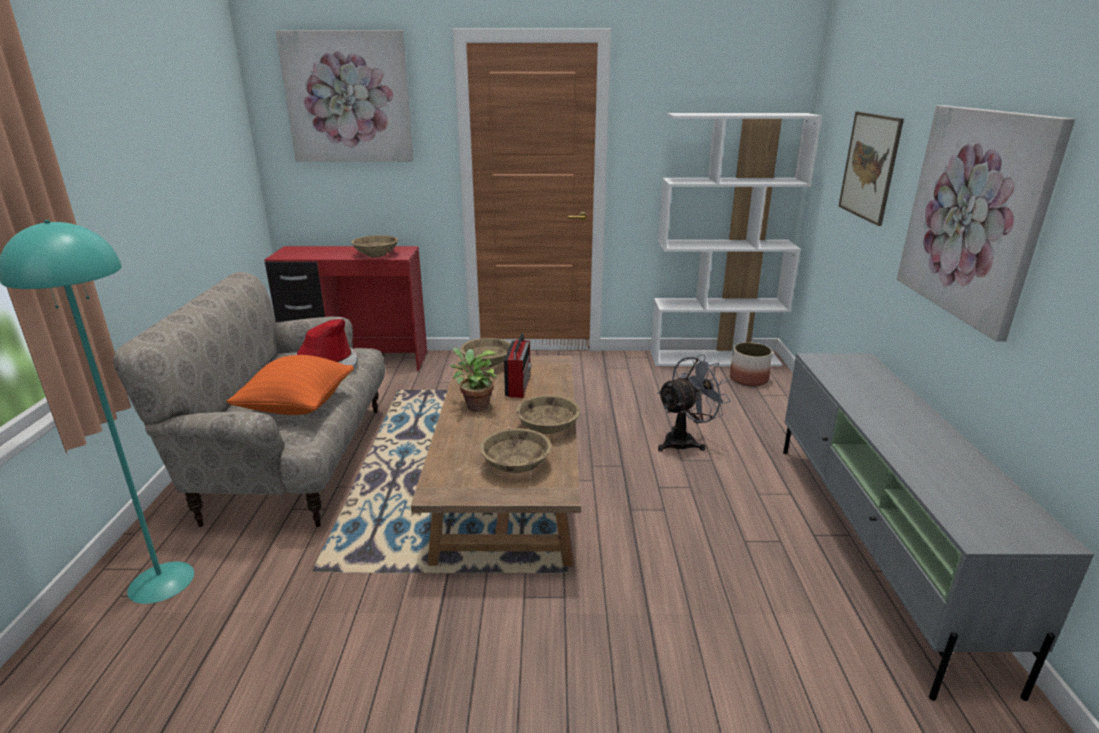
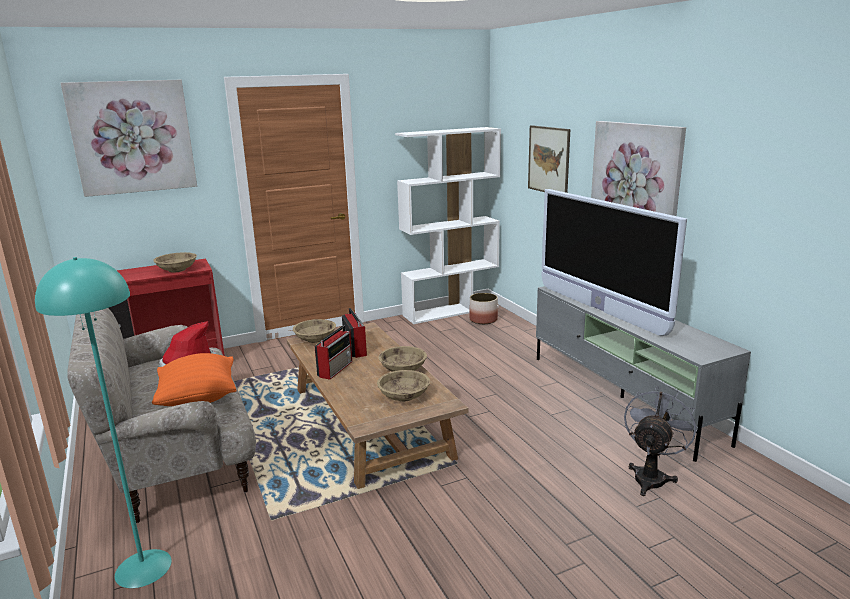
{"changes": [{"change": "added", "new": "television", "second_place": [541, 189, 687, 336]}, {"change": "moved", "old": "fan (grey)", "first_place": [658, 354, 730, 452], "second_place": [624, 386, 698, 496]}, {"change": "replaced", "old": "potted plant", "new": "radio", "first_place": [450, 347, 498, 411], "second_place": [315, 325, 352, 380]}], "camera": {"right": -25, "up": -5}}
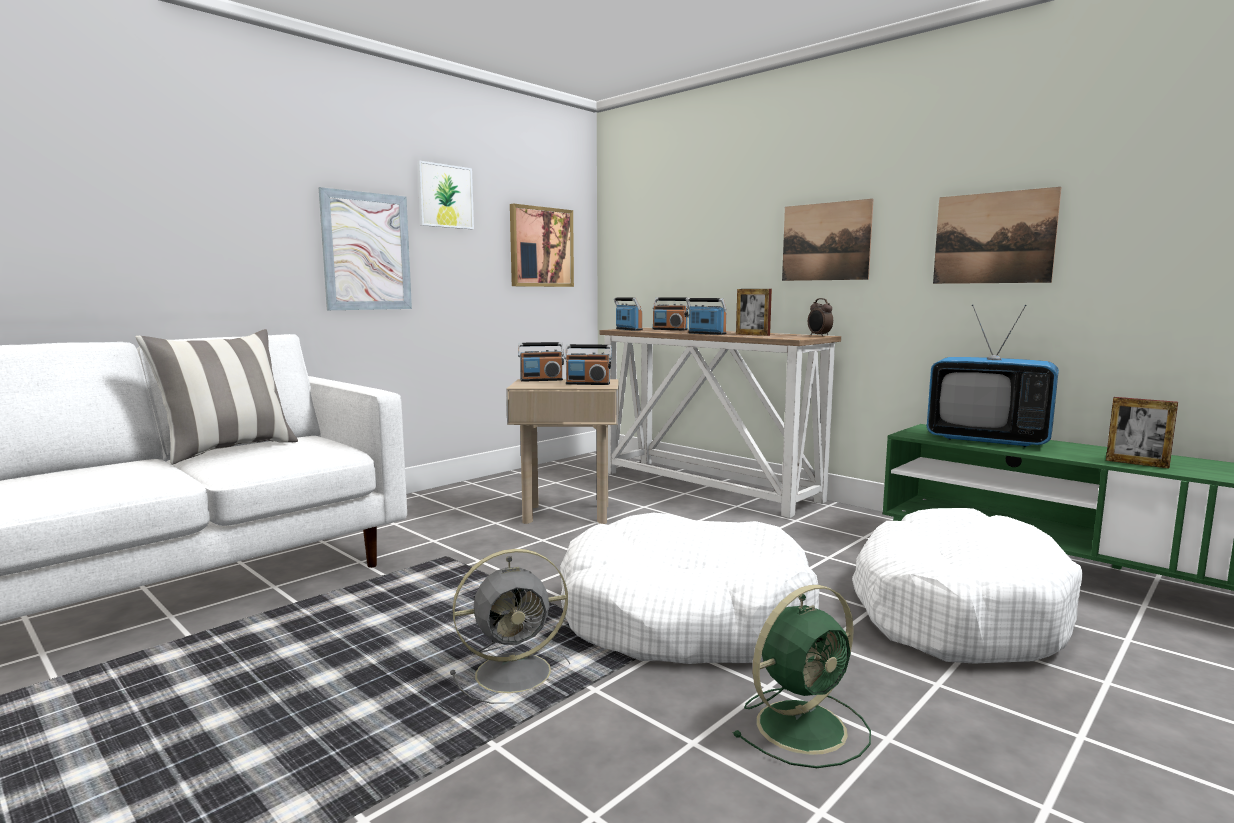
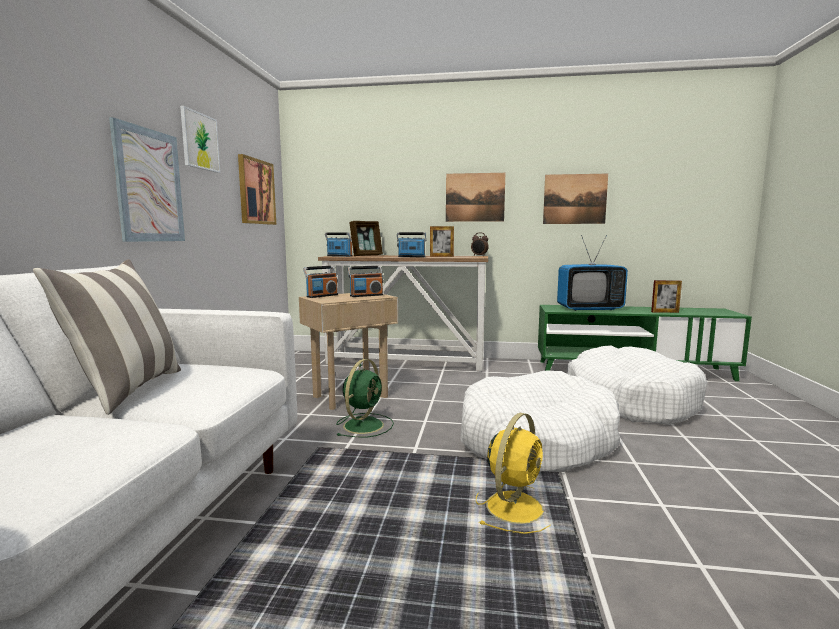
{"changes": [{"change": "moved", "old": "fan (green)", "first_place": [732, 585, 871, 768], "second_place": [336, 359, 394, 438]}, {"change": "replaced", "old": "radio", "new": "picture frame", "first_place": [652, 297, 688, 330], "second_place": [349, 221, 383, 256]}, {"change": "recoloured", "old": "fan (grey)", "new": "fan (yellow)", "first_place": [450, 549, 570, 704], "second_place": [476, 413, 551, 534]}], "camera": {"right": -35, "up": 0}}
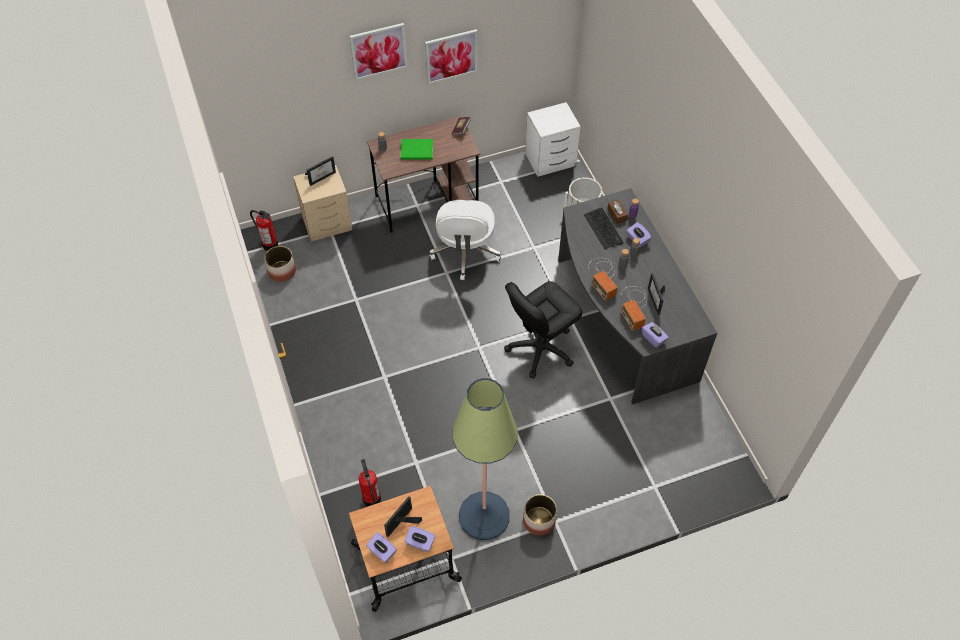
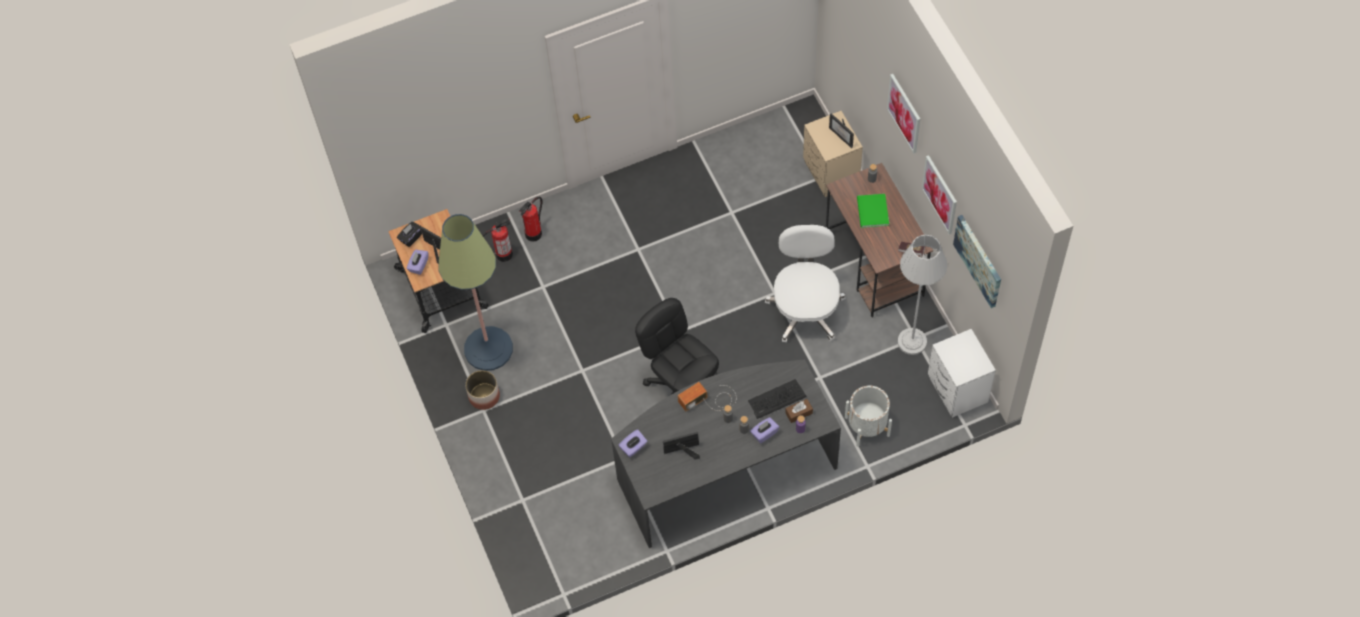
{"changes": [{"change": "removed", "old": "planter", "first_place": [264, 246, 296, 282]}, {"change": "removed", "old": "radio", "first_place": [621, 286, 647, 331]}, {"change": "added", "new": "floor lamp (grey)", "second_place": [898, 235, 947, 355]}, {"change": "added", "new": "picture", "second_place": [953, 215, 1001, 308]}, {"change": "moved", "old": "fire extinguisher", "first_place": [250, 210, 278, 251], "second_place": [519, 196, 543, 242]}, {"change": "recoloured", "old": "tissue box (purple)", "new": "tissue box (black)", "first_place": [366, 532, 397, 563], "second_place": [397, 222, 422, 247]}, {"change": "turned", "old": "office chair (white)", "first_place": [429, 200, 501, 280], "second_place": [765, 225, 845, 342], "degrees": 90}], "camera": {"right": 90, "up": 5}}
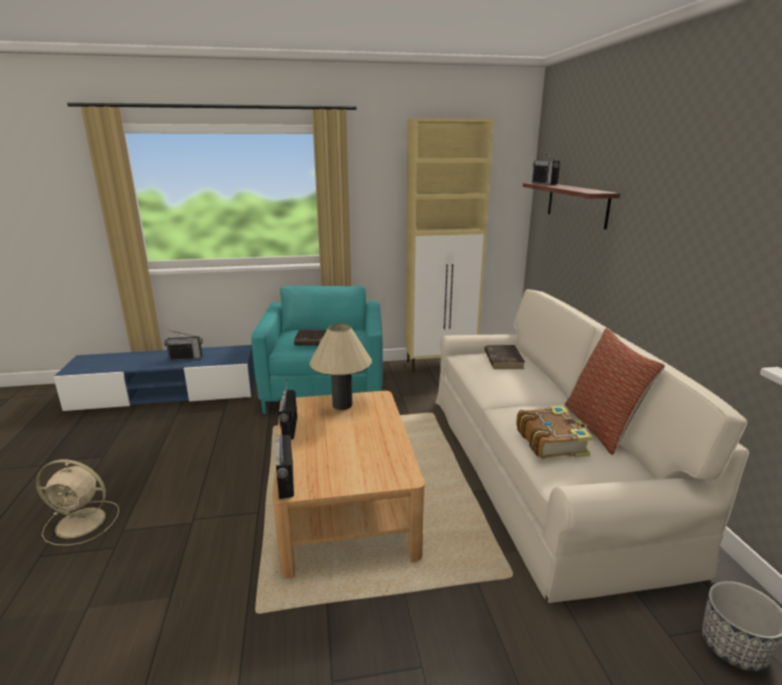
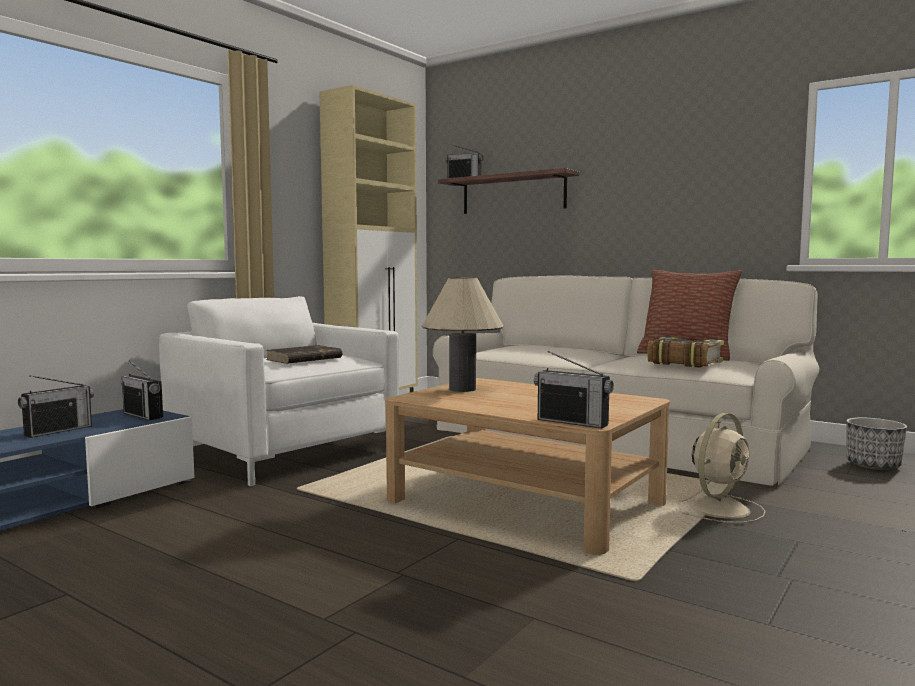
{"changes": [{"change": "removed", "old": "book (brown)", "first_place": [484, 345, 525, 369]}, {"change": "moved", "old": "fan (beige)", "first_place": [36, 459, 119, 546], "second_place": [679, 413, 766, 523]}, {"change": "moved", "old": "radio", "first_place": [279, 380, 297, 440], "second_place": [121, 360, 163, 421]}, {"change": "recoloured", "old": "armchair (turquoise)", "new": "armchair (white)", "first_place": [251, 286, 383, 414], "second_place": [159, 296, 399, 486]}], "camera": {"right": -45, "up": -15}}
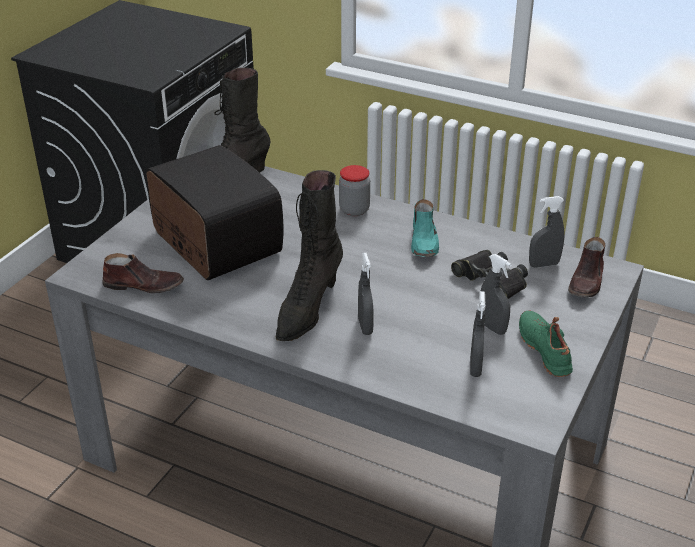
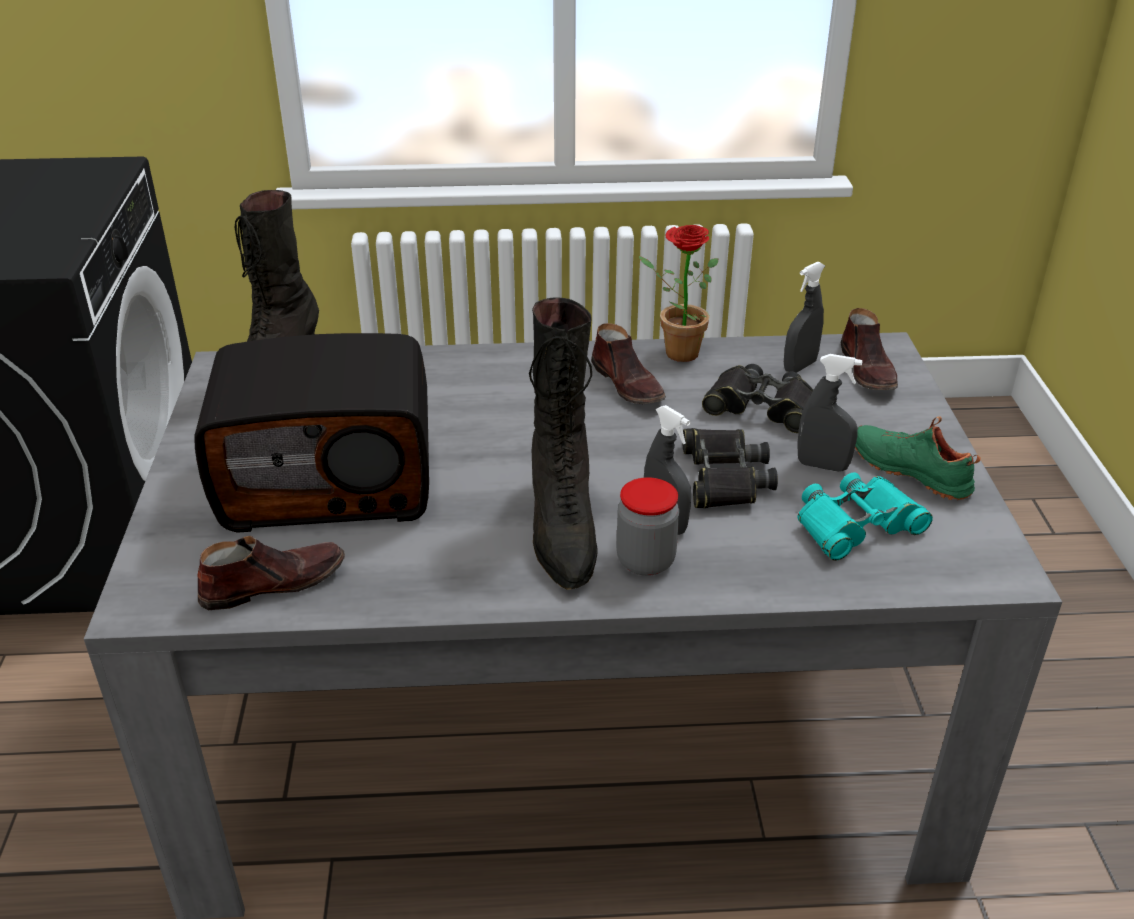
{"changes": [{"change": "added", "new": "potted plant", "second_place": [639, 225, 719, 362]}, {"change": "added", "new": "binoculars (black)", "second_place": [682, 428, 778, 508]}, {"change": "moved", "old": "jar", "first_place": [339, 165, 370, 216], "second_place": [616, 477, 679, 576]}, {"change": "replaced", "old": "spray bottle (grey)", "new": "binoculars (turquoise)", "first_place": [470, 291, 486, 377], "second_place": [797, 472, 933, 561]}, {"change": "recoloured", "old": "shoe (turquoise)", "new": "shoe (brown)", "first_place": [411, 199, 439, 257], "second_place": [591, 323, 666, 404]}, {"change": "turned", "old": "radio", "first_place": [146, 145, 283, 280], "second_place": [194, 333, 429, 533], "degrees": 150}], "camera": {"right": -30, "up": 0}}
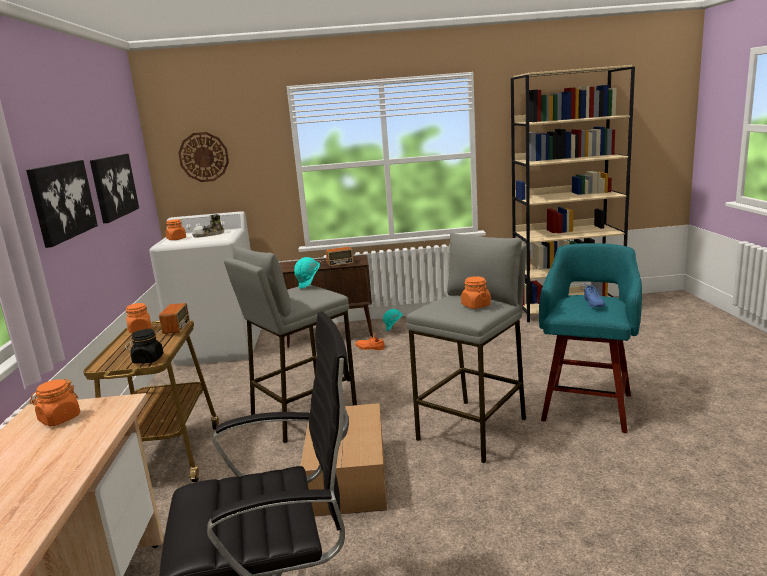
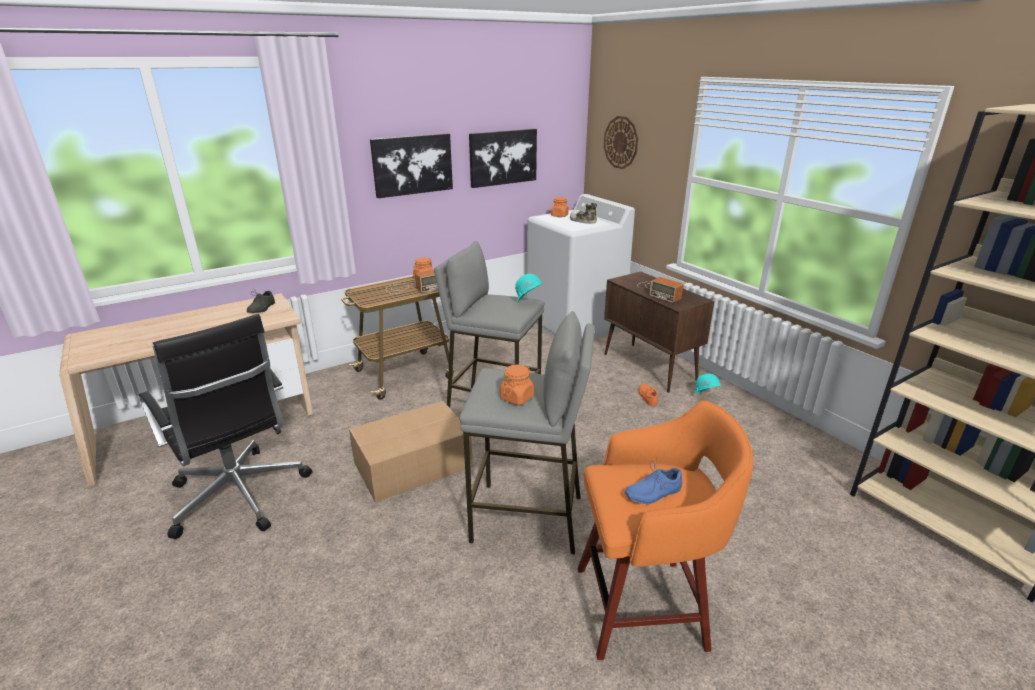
{"changes": [{"change": "removed", "old": "jar (black)", "first_place": [130, 329, 164, 364]}, {"change": "replaced", "old": "jar (orange)", "new": "shoe (grey)", "first_place": [30, 379, 80, 426], "second_place": [247, 288, 275, 313]}, {"change": "recoloured", "old": "stool (turquoise)", "new": "stool (orange)", "first_place": [539, 243, 642, 433], "second_place": [578, 400, 753, 660]}], "camera": {"right": 60, "up": 10}}
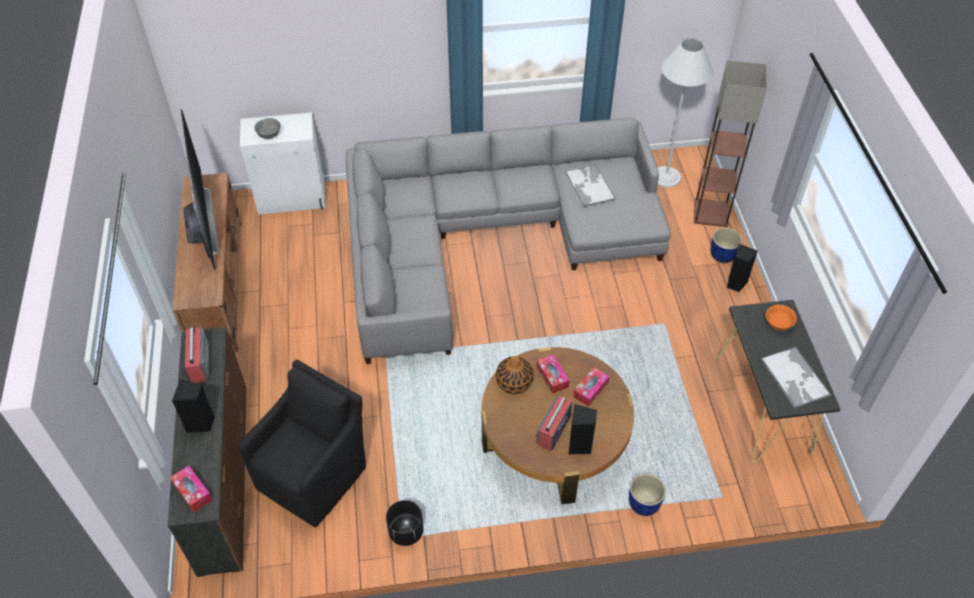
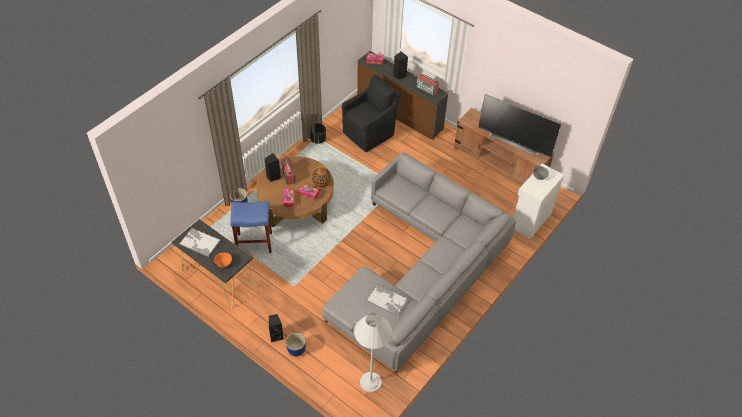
{"changes": [{"change": "removed", "old": "floor lamp", "first_place": [694, 60, 767, 227]}, {"change": "added", "new": "stool (blue)", "second_place": [231, 201, 272, 253]}, {"change": "turned", "old": "armchair (black)", "first_place": [238, 360, 366, 527], "second_place": [342, 74, 400, 152], "degrees": -120}], "camera": {"right": 135, "up": 0}}
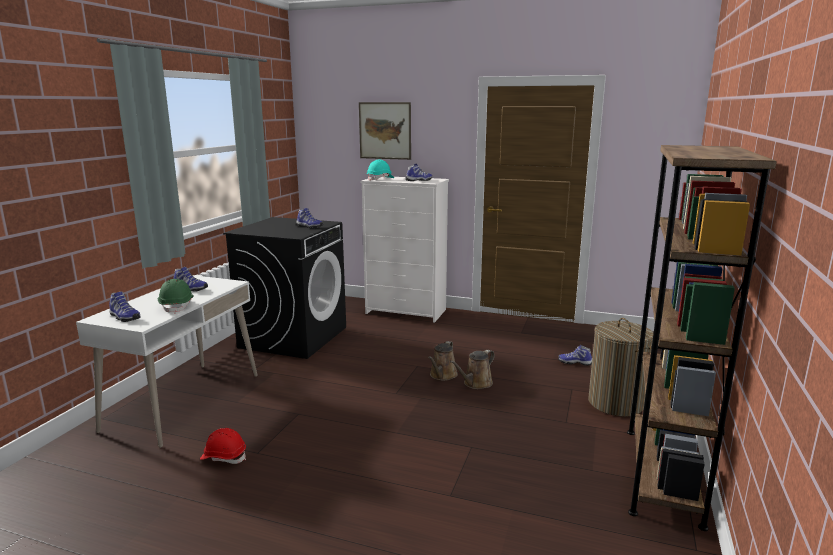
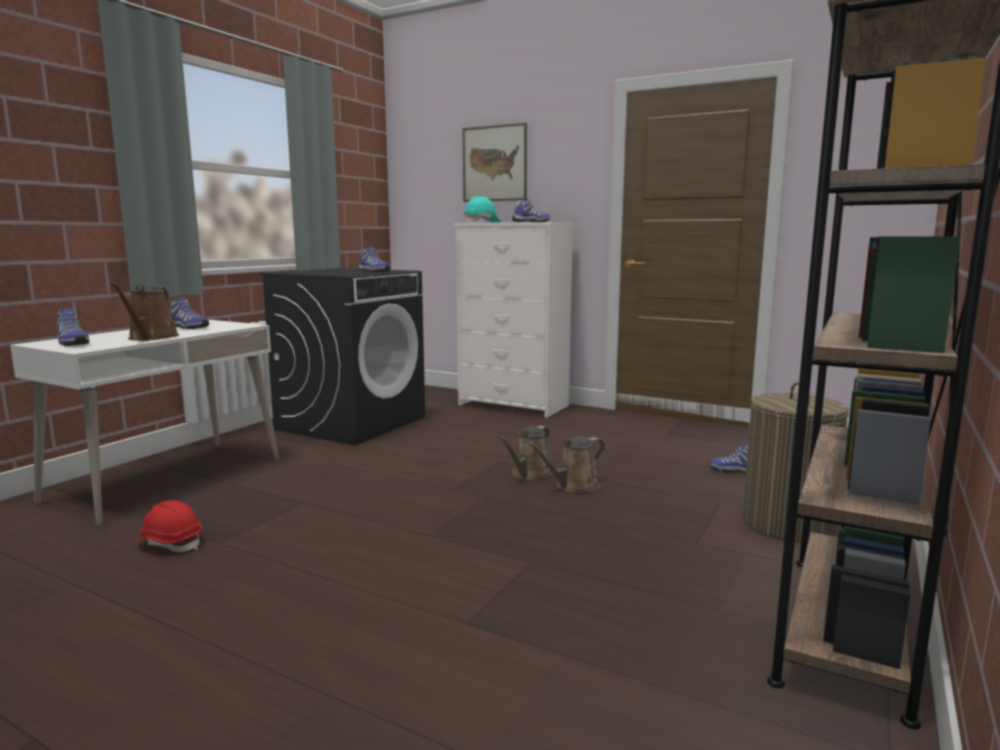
{"changes": [{"change": "replaced", "old": "hard hat (green)", "new": "watering can (brown)", "first_place": [158, 279, 194, 314], "second_place": [110, 283, 179, 341]}], "camera": {"right": 10, "up": -5}}
